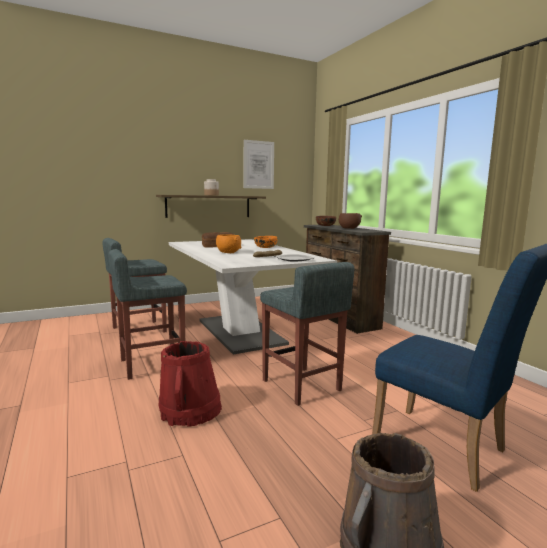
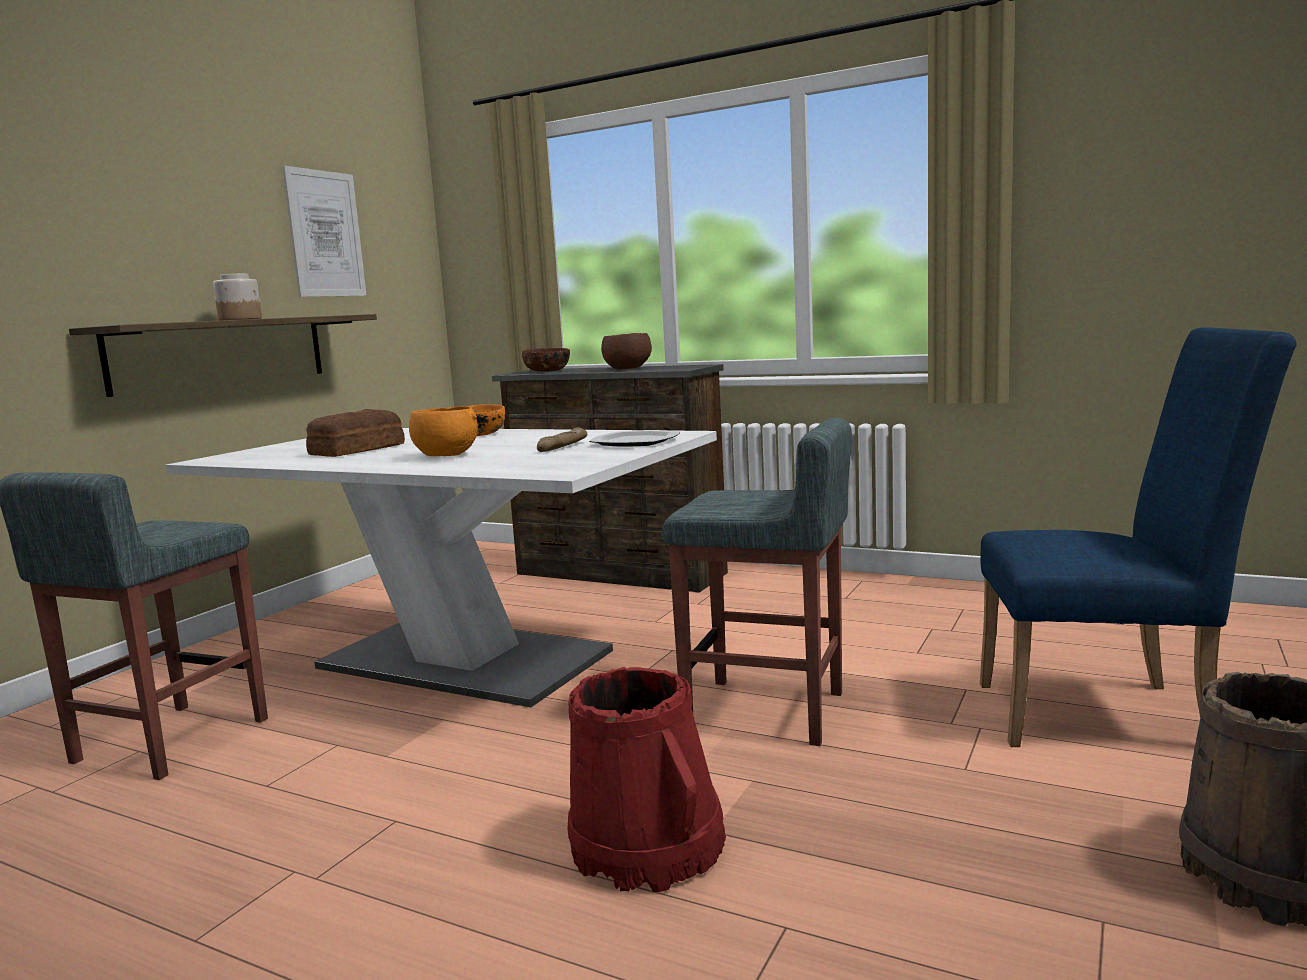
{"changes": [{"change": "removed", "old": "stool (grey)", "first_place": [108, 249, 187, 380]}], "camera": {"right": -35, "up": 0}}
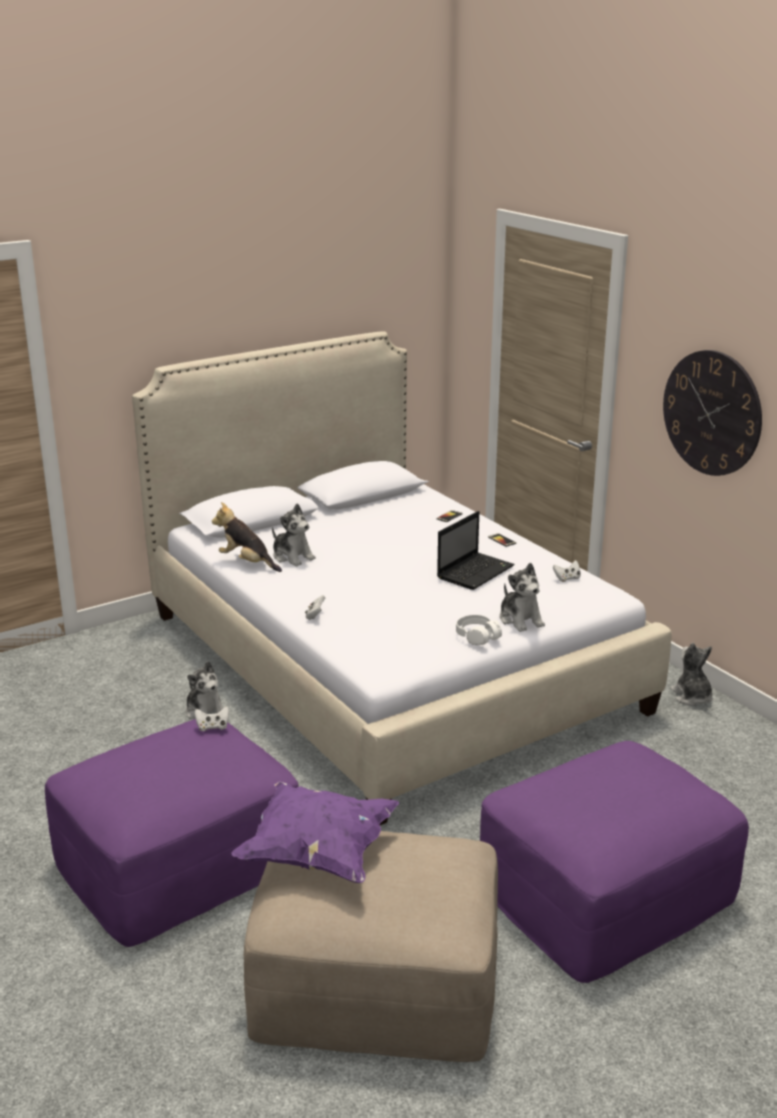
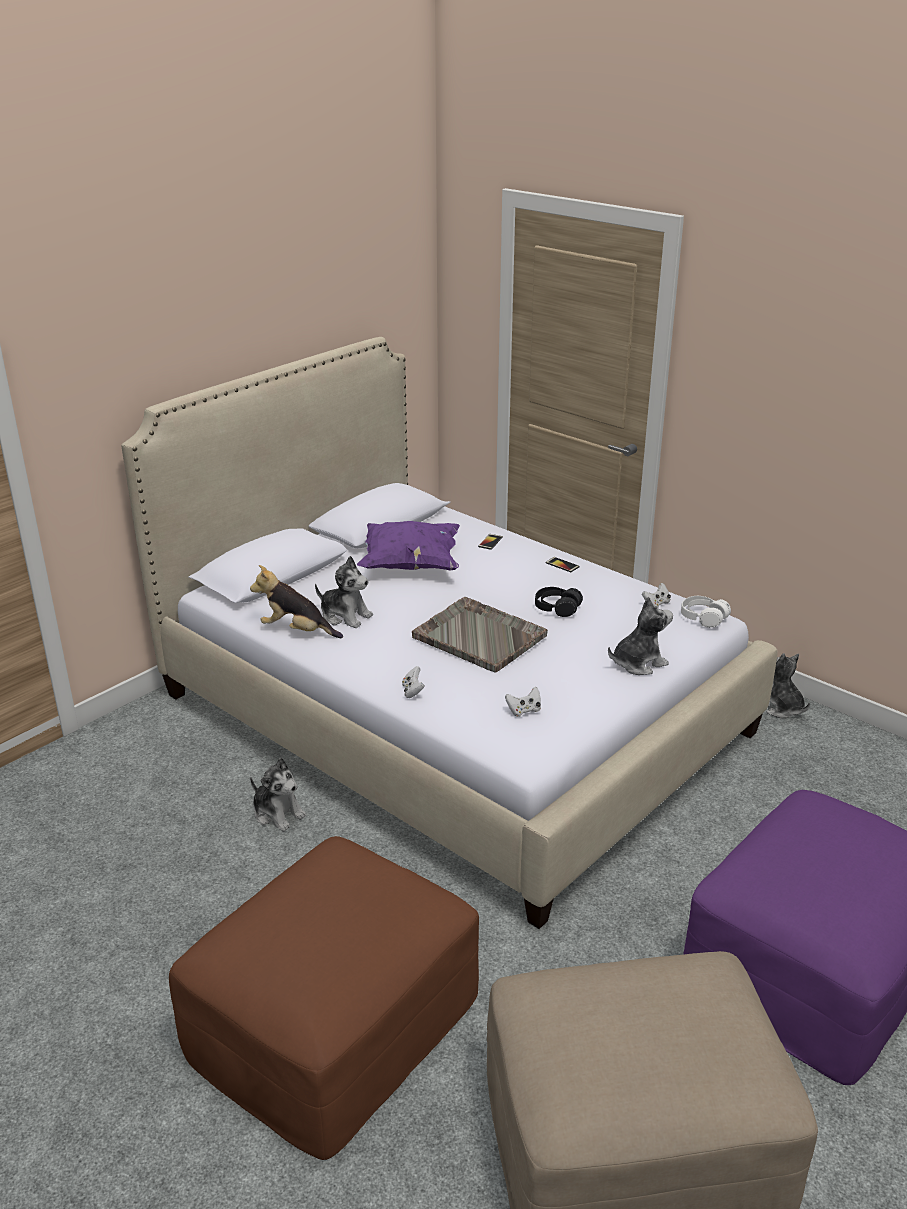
{"changes": [{"change": "removed", "old": "wall clock", "first_place": [663, 350, 762, 476]}, {"change": "added", "new": "tray (grey)", "second_place": [412, 597, 548, 672]}, {"change": "moved", "old": "game controller (white)", "first_place": [195, 706, 229, 731], "second_place": [505, 687, 541, 717]}, {"change": "moved", "old": "pillow (purple)", "first_place": [231, 781, 399, 883], "second_place": [357, 521, 460, 570]}, {"change": "moved", "old": "headphones (white)", "first_place": [456, 615, 502, 645], "second_place": [681, 596, 731, 628]}, {"change": "replaced", "old": "laptop", "new": "headphones (black)", "first_place": [437, 511, 514, 590], "second_place": [535, 587, 583, 617]}, {"change": "recoloured", "old": "ottoman (purple)", "new": "ottoman (brown)", "first_place": [45, 719, 298, 947], "second_place": [169, 836, 479, 1160]}, {"change": "turned", "old": "plush toy", "first_place": [500, 563, 545, 632], "second_place": [608, 596, 673, 675], "degrees": -75}], "camera": {"right": -15, "up": 5}}
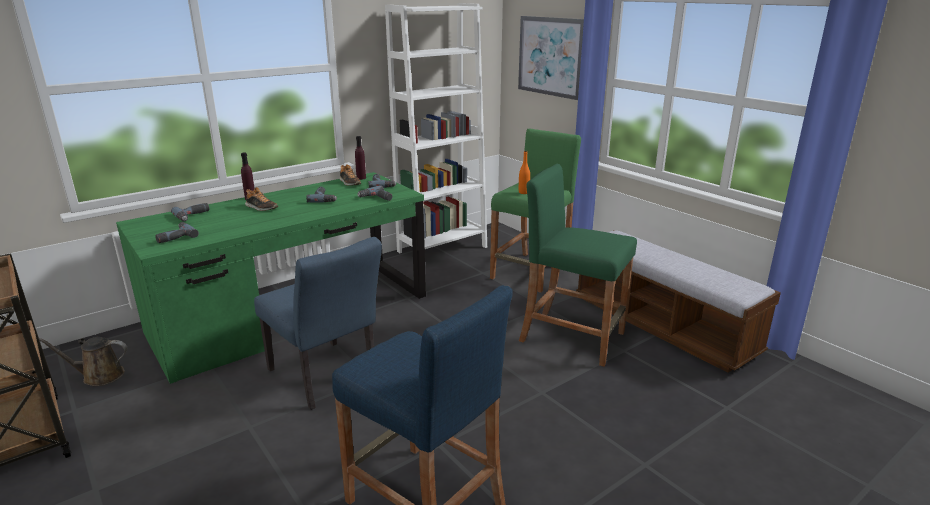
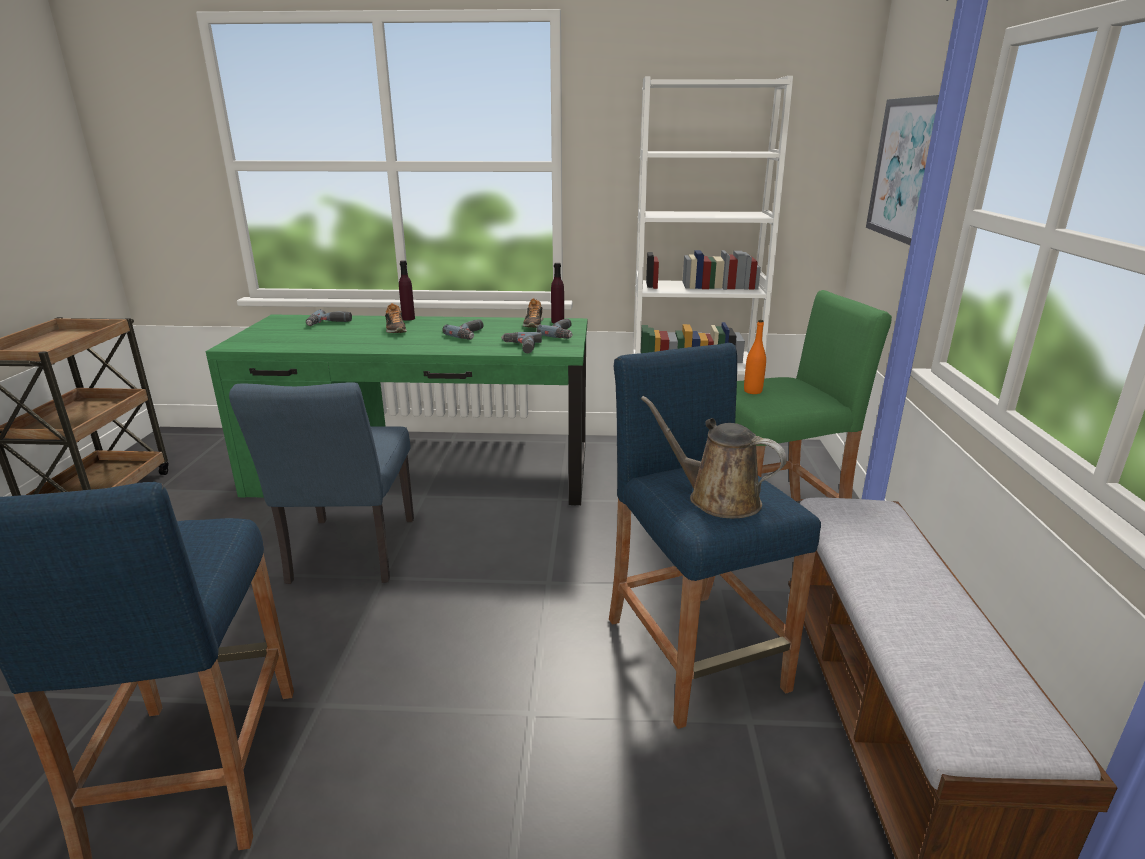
{"changes": [{"change": "removed", "old": "power drill", "first_place": [155, 222, 199, 243]}, {"change": "moved", "old": "watering can (brown)", "first_place": [39, 337, 128, 386], "second_place": [641, 396, 787, 518]}, {"change": "recoloured", "old": "stool (green)", "new": "stool (blue)", "first_place": [519, 163, 637, 366], "second_place": [609, 342, 821, 729]}], "camera": {"right": 40, "up": 0}}
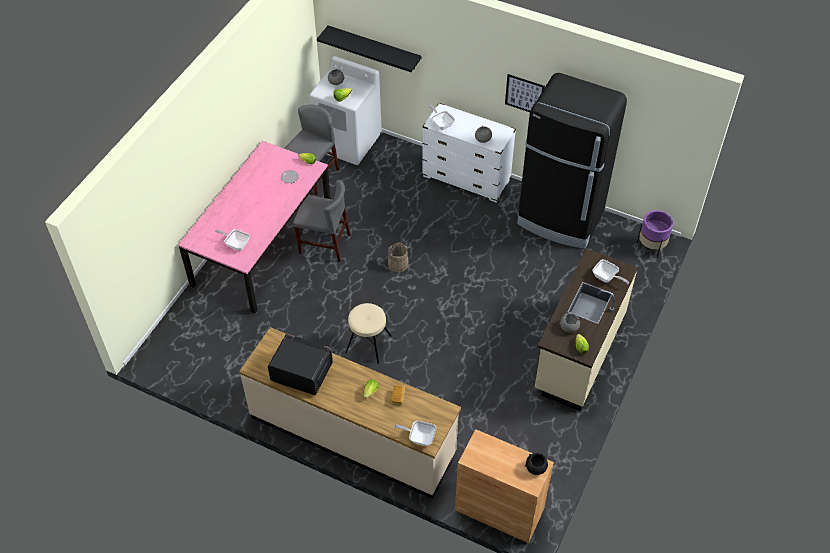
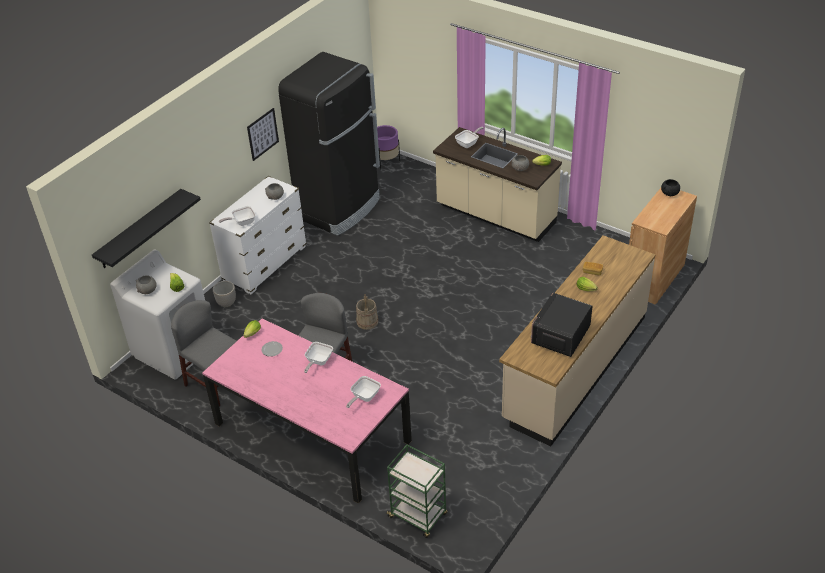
{"changes": [{"change": "removed", "old": "stool (beige)", "first_place": [345, 303, 392, 364]}, {"change": "added", "new": "planter", "second_place": [213, 281, 236, 307]}, {"change": "added", "new": "cart (green)", "second_place": [387, 444, 447, 538]}, {"change": "moved", "old": "frying pan", "first_place": [394, 421, 436, 446], "second_place": [304, 342, 333, 373]}], "camera": {"right": -80, "up": -10}}
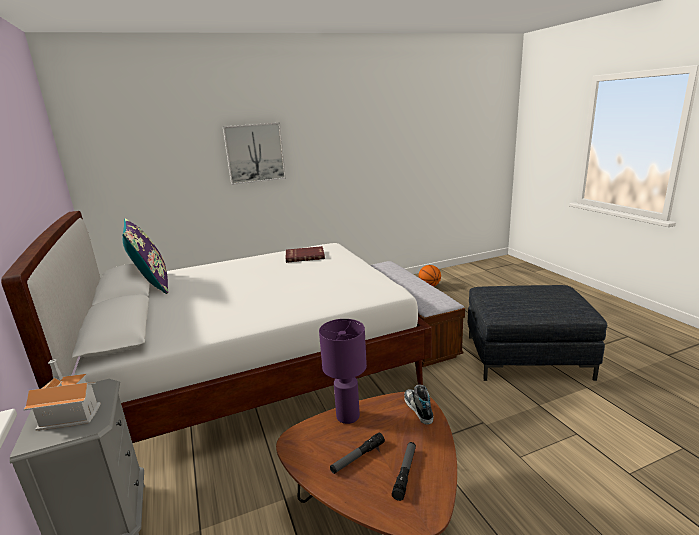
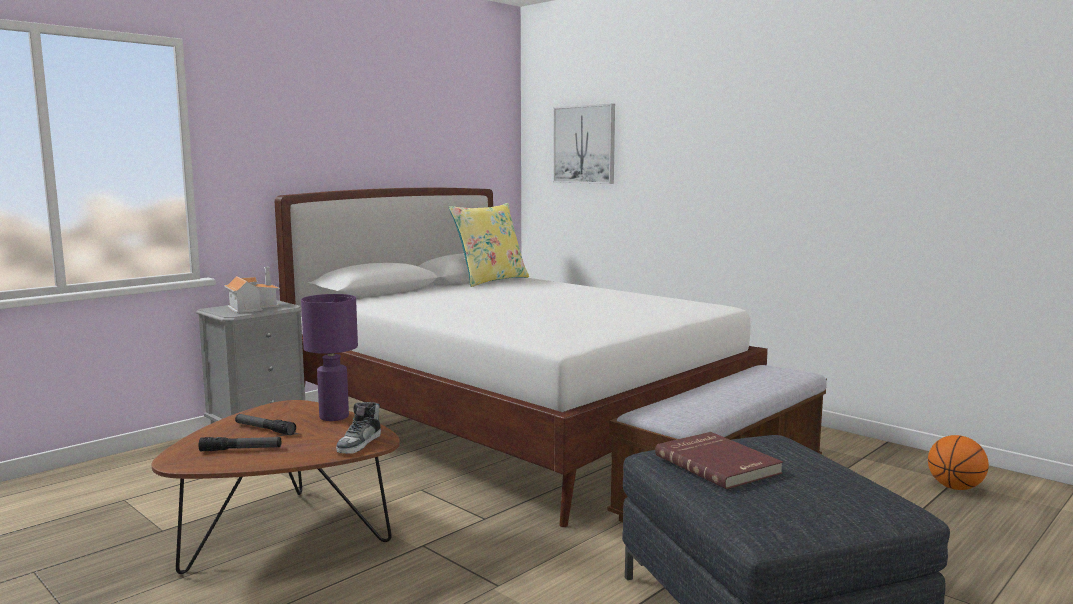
{"changes": [{"change": "moved", "old": "picture", "first_place": [223, 123, 286, 185], "second_place": [553, 104, 615, 184]}, {"change": "moved", "old": "book (red)", "first_place": [286, 246, 325, 263], "second_place": [655, 432, 783, 489]}, {"change": "recoloured", "old": "pillow (purple)", "new": "pillow (yellow)", "first_place": [122, 218, 168, 294], "second_place": [449, 203, 529, 287]}, {"change": "turned", "old": "shoe", "first_place": [404, 384, 434, 425], "second_place": [336, 402, 381, 454], "degrees": 150}], "camera": {"right": 65, "up": -10}}
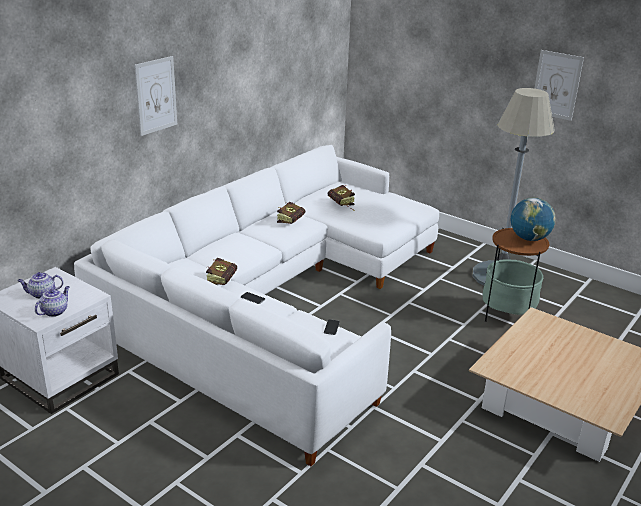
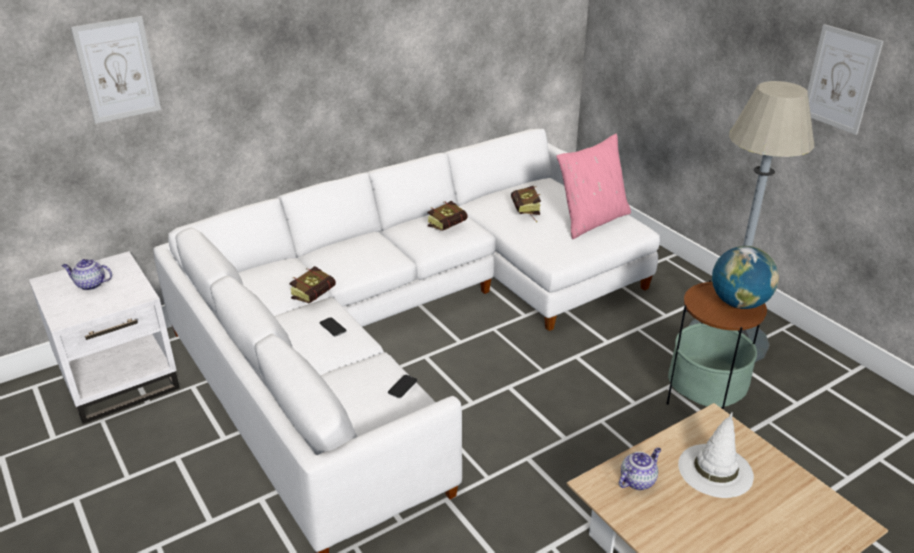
{"changes": [{"change": "added", "new": "pillow (pink)", "second_place": [557, 134, 631, 239]}, {"change": "added", "new": "hat (white)", "second_place": [678, 412, 754, 498]}, {"change": "moved", "old": "teapot", "first_place": [35, 286, 69, 317], "second_place": [619, 448, 661, 490]}, {"change": "moved", "old": "picture", "first_place": [134, 56, 177, 136], "second_place": [71, 16, 161, 124]}], "camera": {"right": 20, "up": 5}}
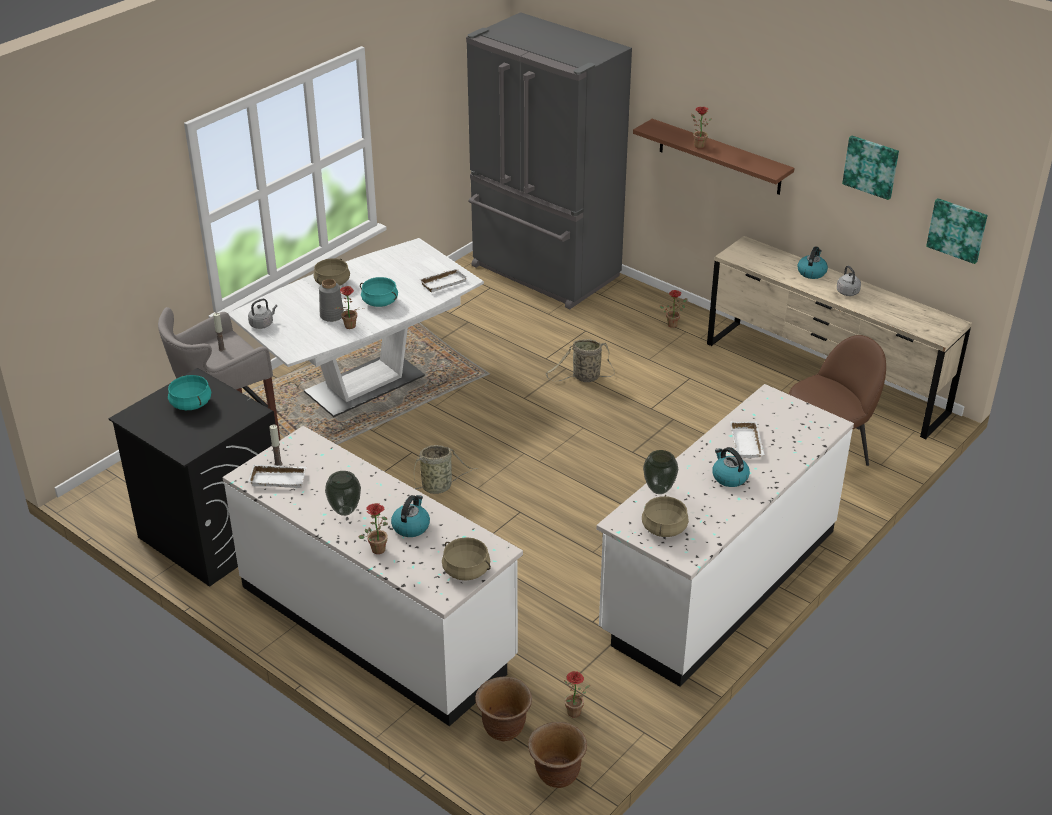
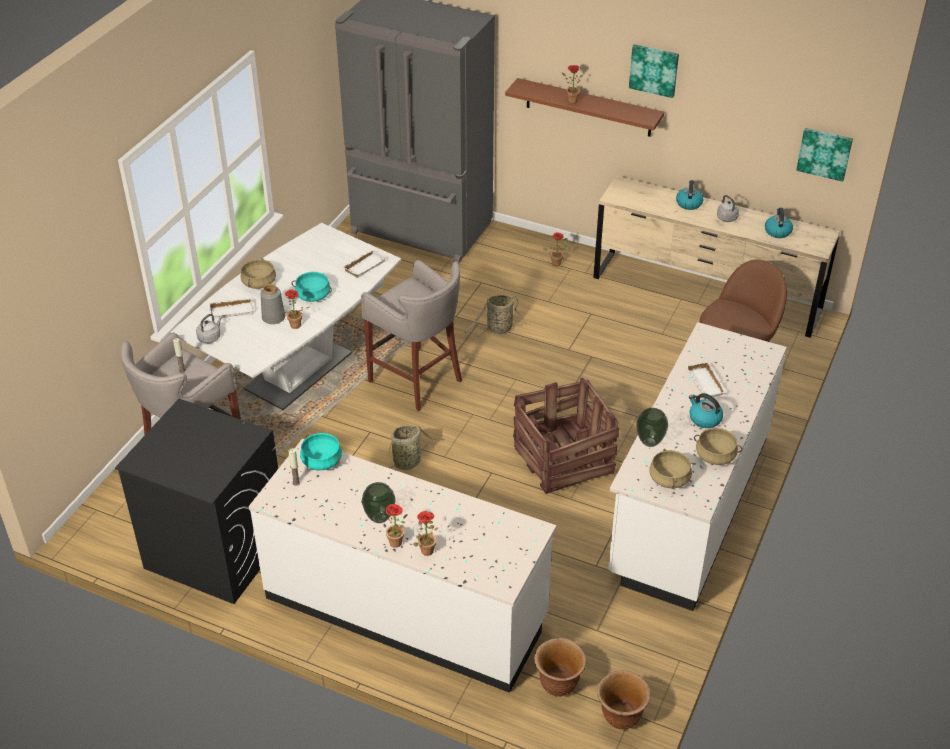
{"changes": [{"change": "added", "new": "stool (grey)", "second_place": [361, 260, 462, 411]}, {"change": "added", "new": "crate", "second_place": [513, 378, 619, 494]}, {"change": "moved", "old": "cooking pot (turquoise)", "first_place": [168, 375, 211, 410], "second_place": [300, 433, 342, 470]}, {"change": "moved", "old": "tray (white)", "first_place": [248, 464, 307, 488], "second_place": [209, 297, 254, 319]}, {"change": "moved", "old": "kettle", "first_place": [391, 495, 430, 537], "second_place": [765, 208, 793, 238]}, {"change": "moved", "old": "cooking pot (beige)", "first_place": [442, 537, 491, 581], "second_place": [694, 428, 742, 465]}, {"change": "moved", "old": "potted plant", "first_place": [564, 671, 590, 717], "second_place": [383, 504, 407, 548]}, {"change": "moved", "old": "picture", "first_place": [842, 136, 899, 200], "second_place": [629, 44, 679, 98]}], "camera": {"right": -15, "up": 5}}
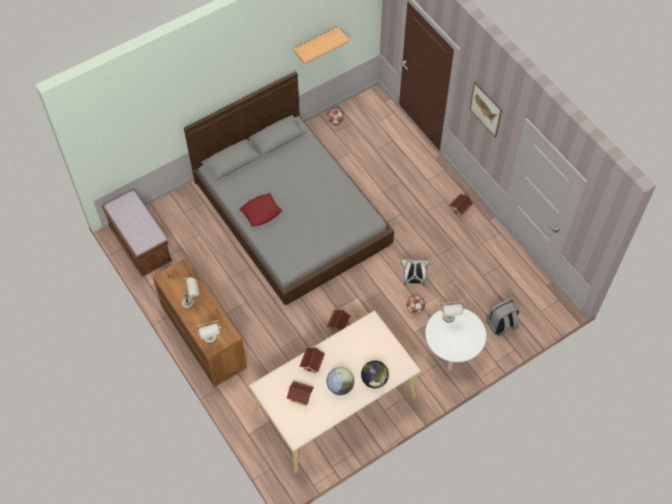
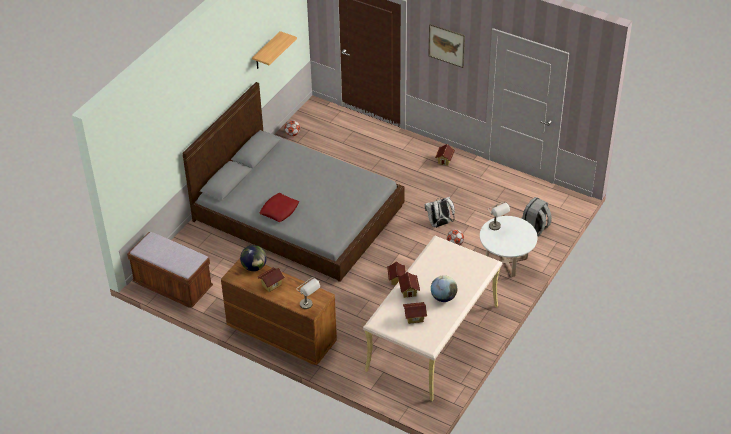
{"changes": [{"change": "moved", "old": "globe", "first_place": [361, 360, 389, 388], "second_place": [240, 245, 267, 271]}, {"change": "replaced", "old": "table lamp (grey)", "new": "toy house", "first_place": [181, 276, 199, 309], "second_place": [257, 267, 285, 292]}], "camera": {"right": -25, "up": -15}}
